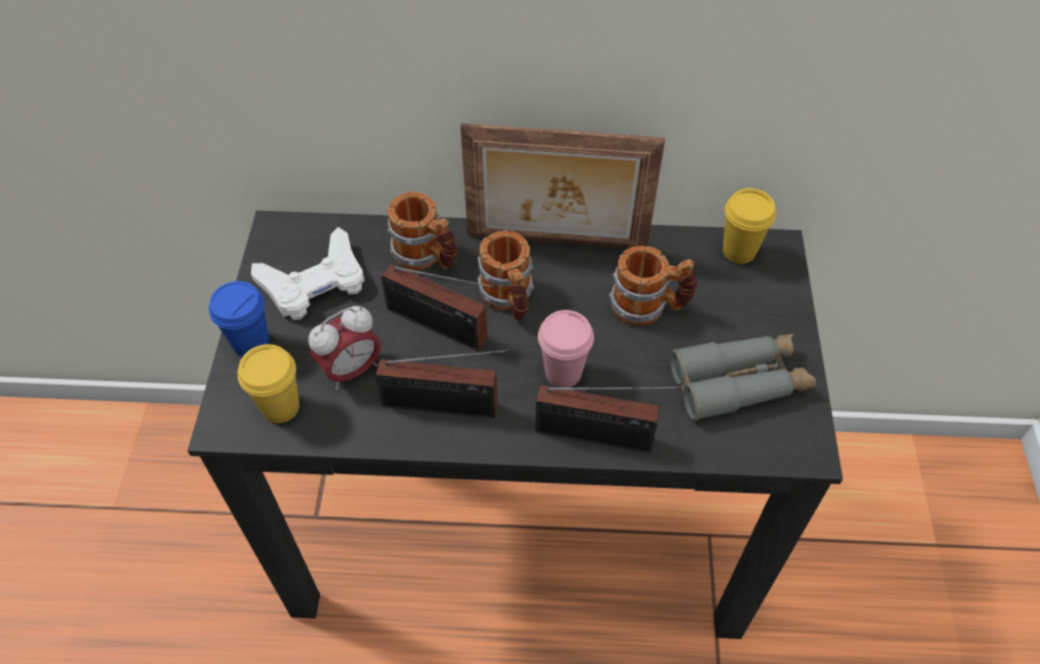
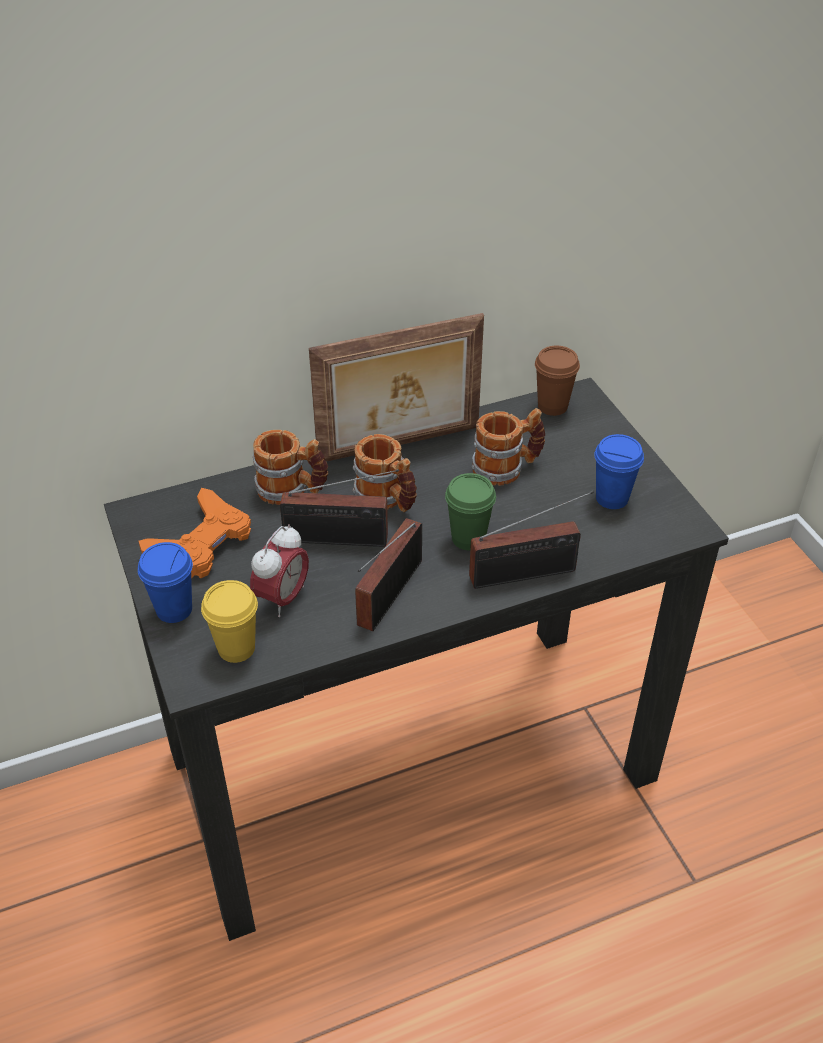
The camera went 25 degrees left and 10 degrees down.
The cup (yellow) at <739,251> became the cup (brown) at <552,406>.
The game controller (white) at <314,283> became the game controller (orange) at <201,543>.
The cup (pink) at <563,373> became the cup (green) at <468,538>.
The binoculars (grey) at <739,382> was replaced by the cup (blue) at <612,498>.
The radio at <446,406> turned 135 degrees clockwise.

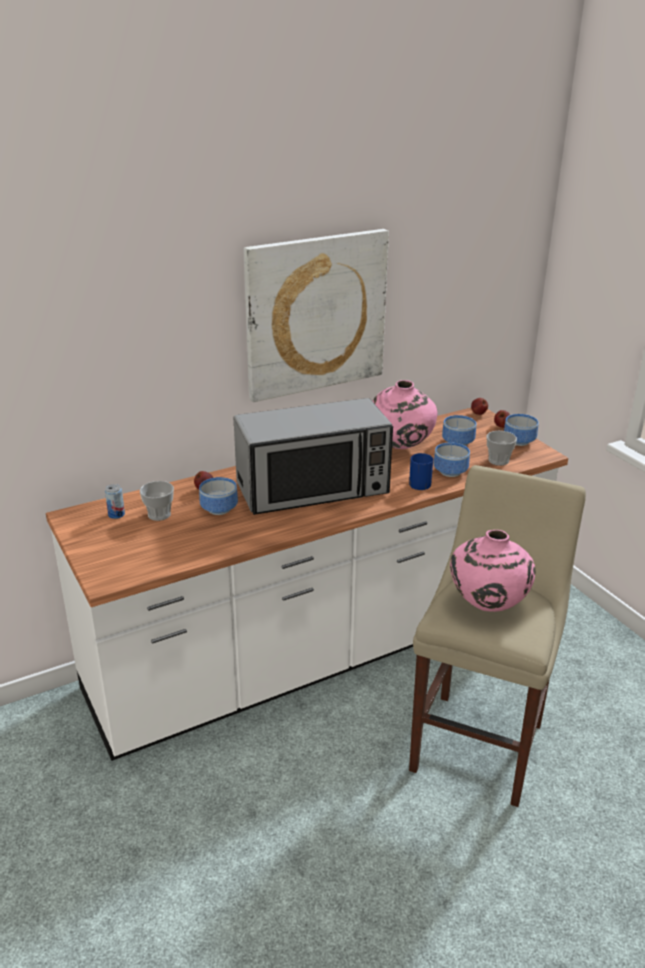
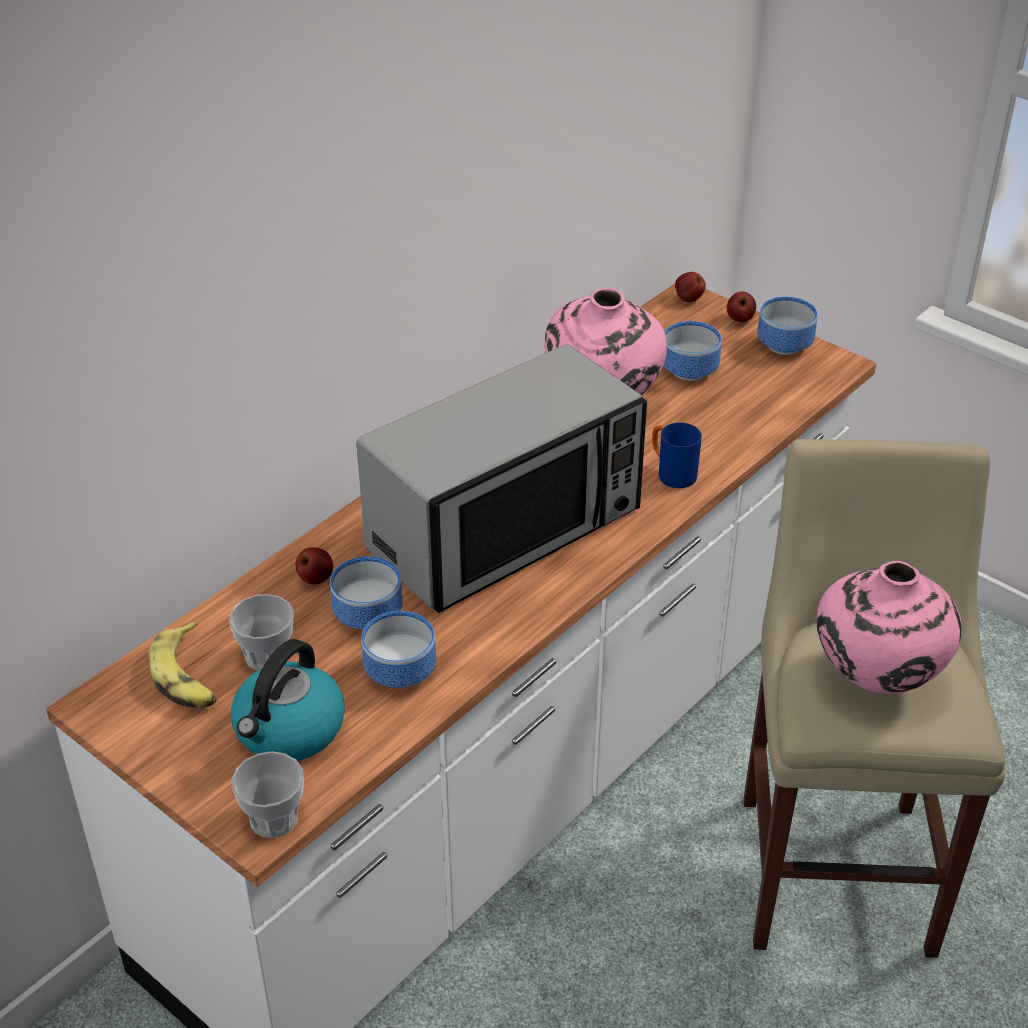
The camera went 20 degrees left and 10 degrees up.
The picture at <315,314> disappeared.
The cup moved from <498,460> to <273,819>.
The bowl moved from <448,471> to <397,672>.
The can at <116,514> was replaced by the banana at <187,677>.
The kettle at <289,730> appeared.

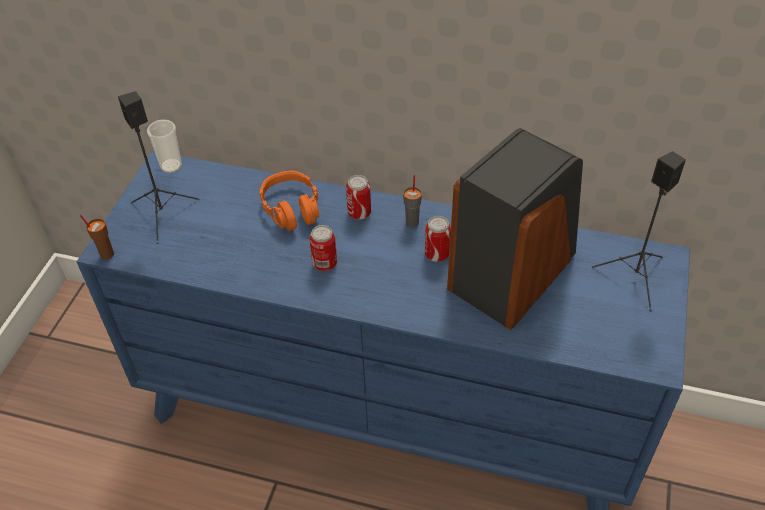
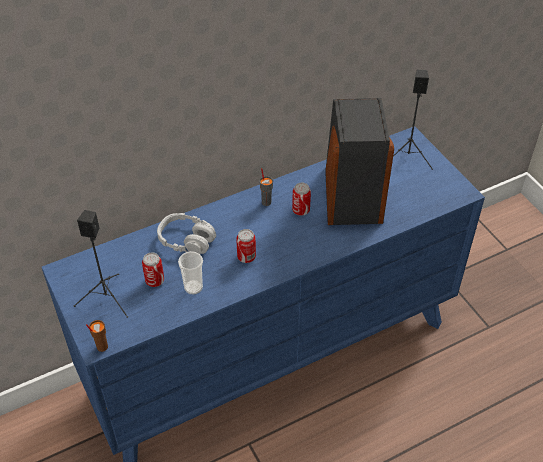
The camera went 45 degrees left and 0 degrees up.
The cup moved from <171,166> to <193,287>.
The headphones (orange) at <292,209> became the headphones (grey) at <186,240>.
The can moved from <359,213> to <155,281>.

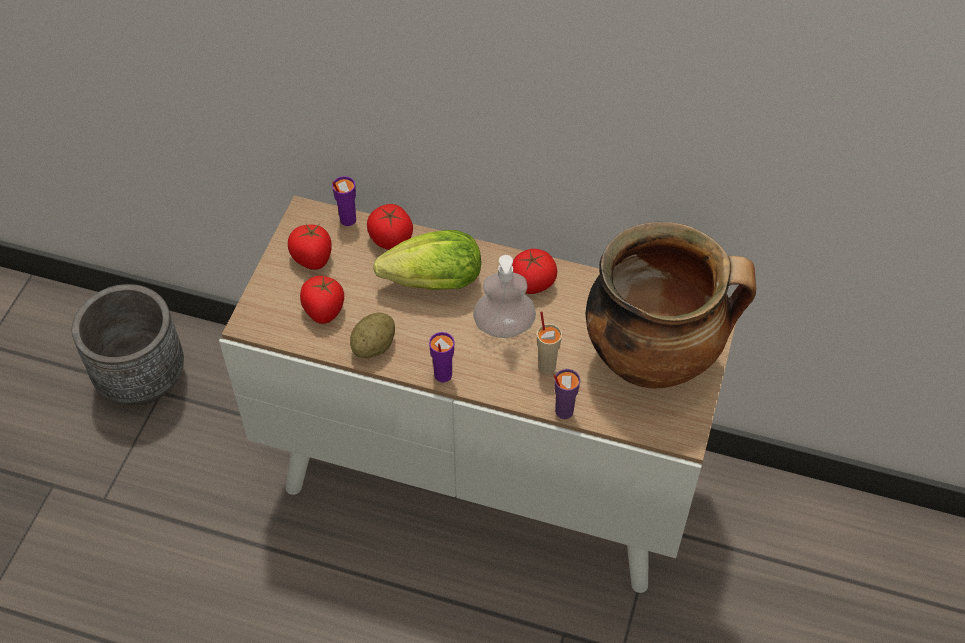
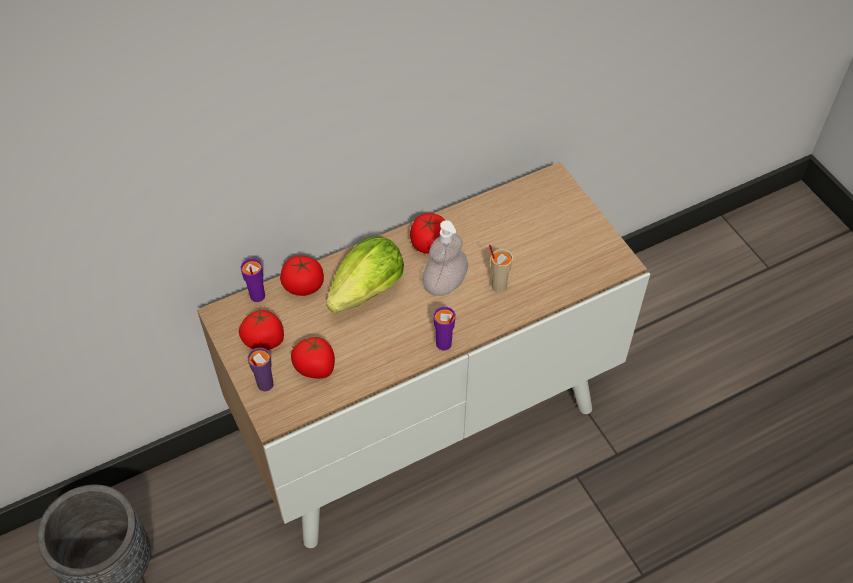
The camera went 45 degrees left and 0 degrees up.
The cooking pot at <654,358> disappeared.
The potato at <374,346> disappeared.
The cup (purple) moved from <563,411> to <264,384>.

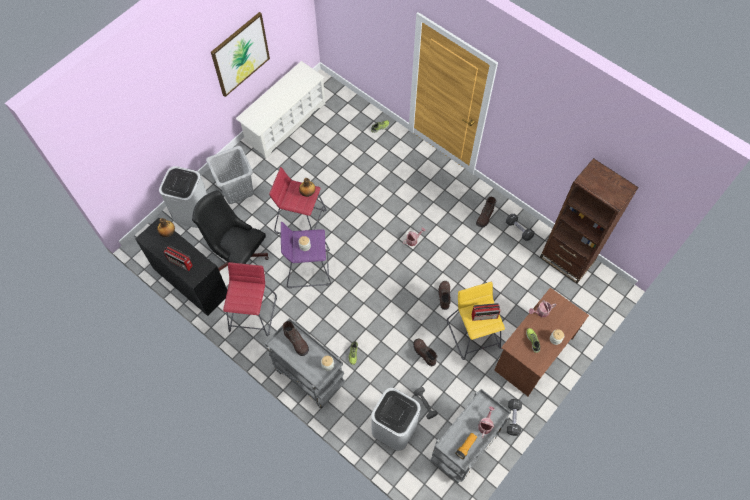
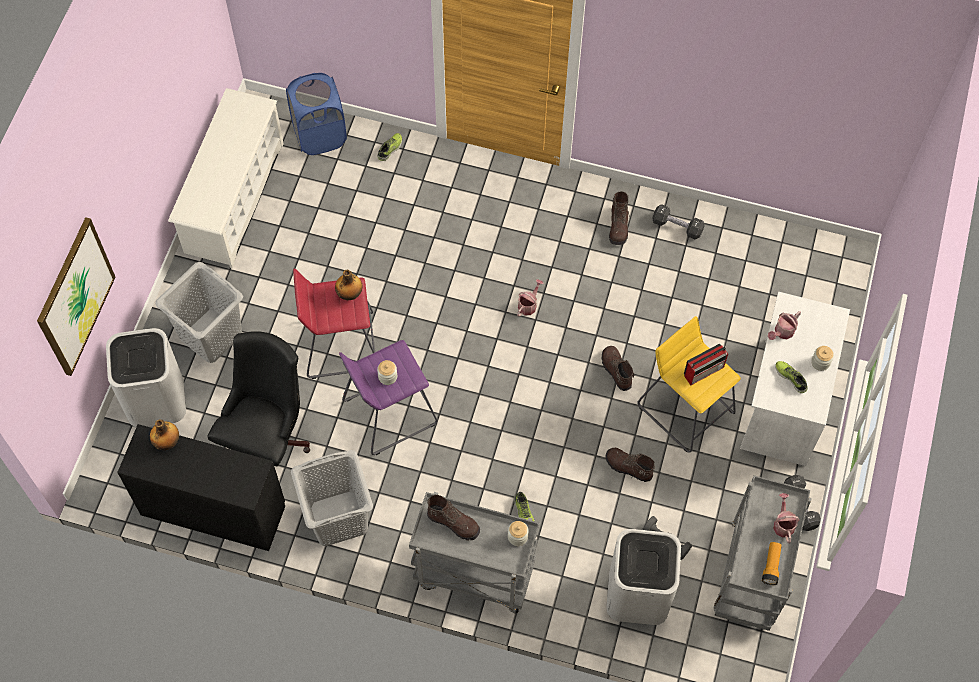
The camera went 25 degrees left and 0 degrees up.
The picture moved from <240,54> to <75,297>.
The bookcase (brown) at <566,260> disappeared.
The office chair (black) at <238,255> turned 105 degrees clockwise.
The radio at <181,263> disappeared.
The stool (red) at <253,313> was replaced by the laundry basket (grey) at <338,517>.
The desk (brown) at <532,353> became the desk (white) at <783,401>.
The laundry basket (blue) at <320,135> appeared.

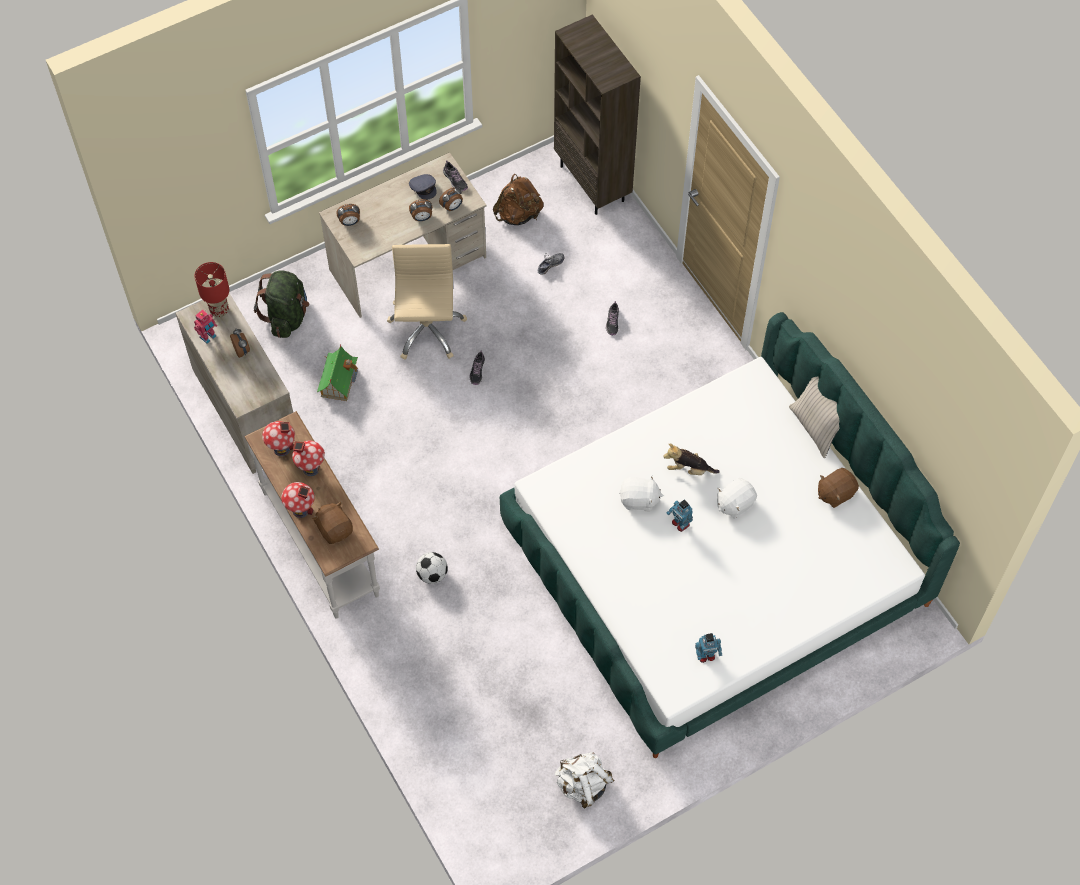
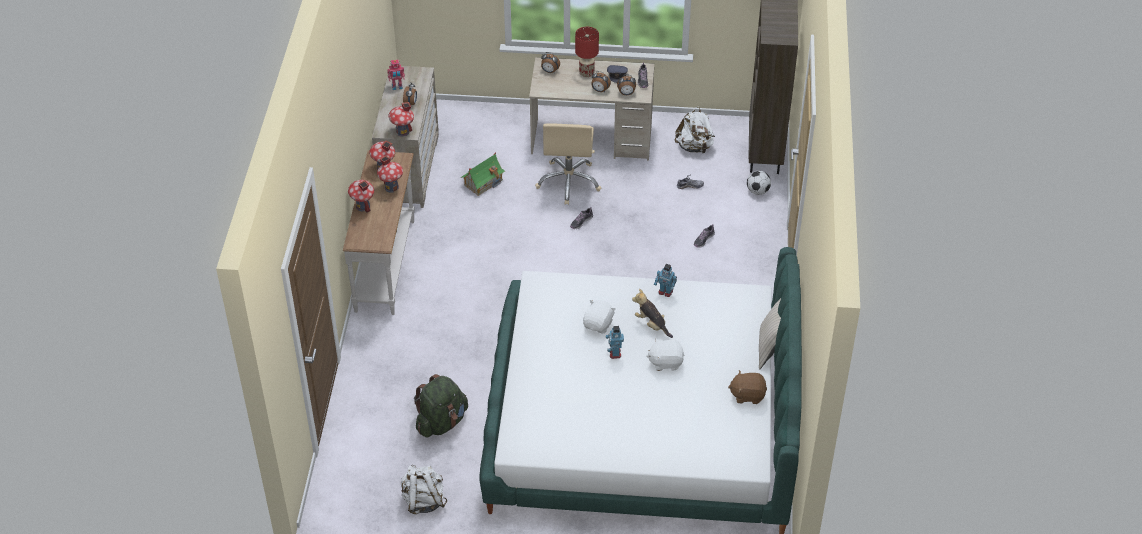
The camera went 35 degrees right and 15 degrees down.
The backpack (brown) at <518,214> became the backpack (white) at <694,147>.
The office chair (beige) at <426,330> turned 150 degrees clockwise.
The table lamp (red) moved from <219,311> to <586,73>.
The backpack (green) moved from <287,316> to <442,422>.
The plush toy (white) at <639,500> turned 105 degrees counterclockwise.
The plush toy (brown) at <335,529> disappeared.
The football moved from <432,574> to <758,191>.
The toy robot moved from <706,655> to <665,292>.
The toy house at <402,132> appeared.

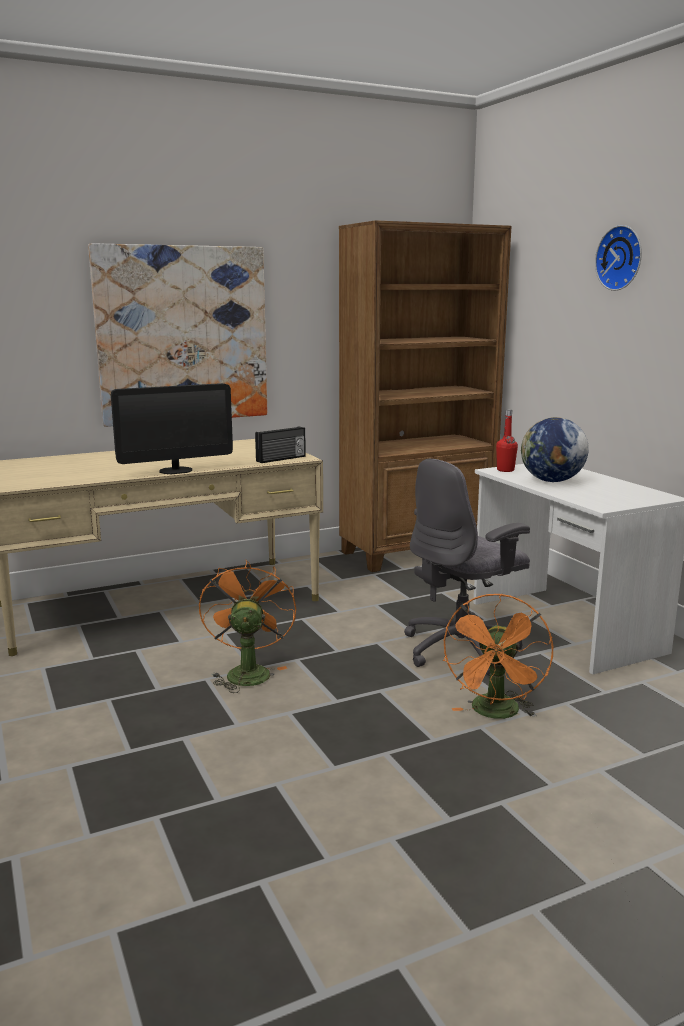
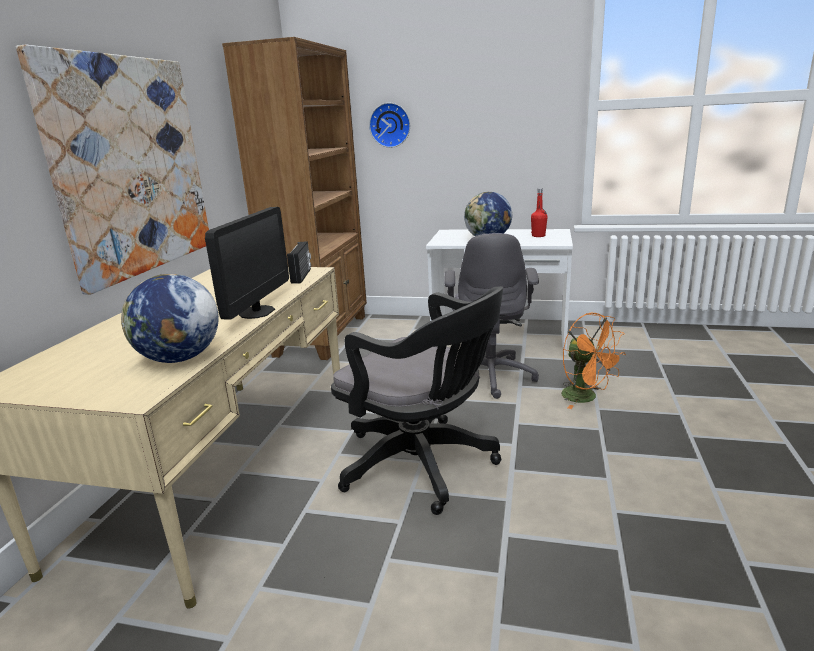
The camera went 50 degrees left and 5 degrees up.
The wall clock moved from <621,258> to <390,125>.
The bottle (red) moved from <505,470> to <538,236>.
The fan (orange) at <247,671> was replaced by the office chair (black) at <423,466>.
The globe at <179,359> appeared.

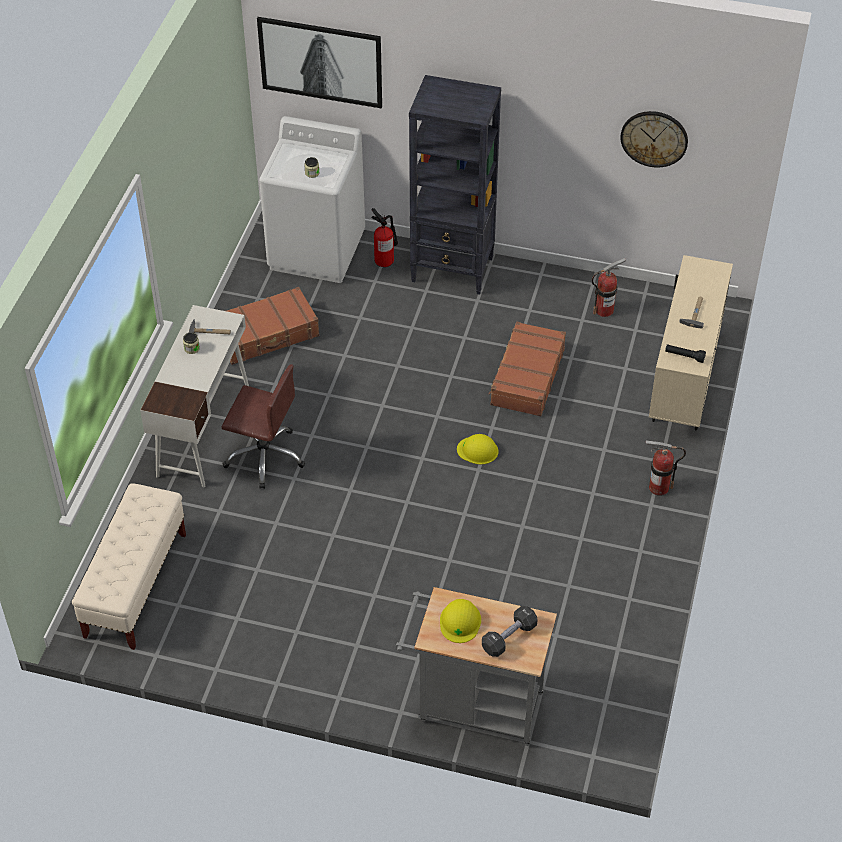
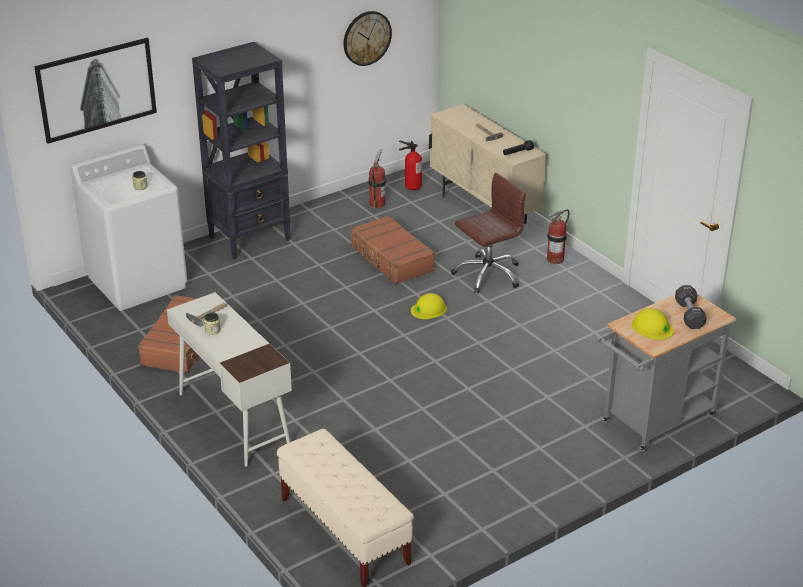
The camera went 50 degrees left and 15 degrees down.
The fire extinguisher moved from <385,260> to <412,186>.
The office chair (brown) moved from <265,456> to <487,274>.

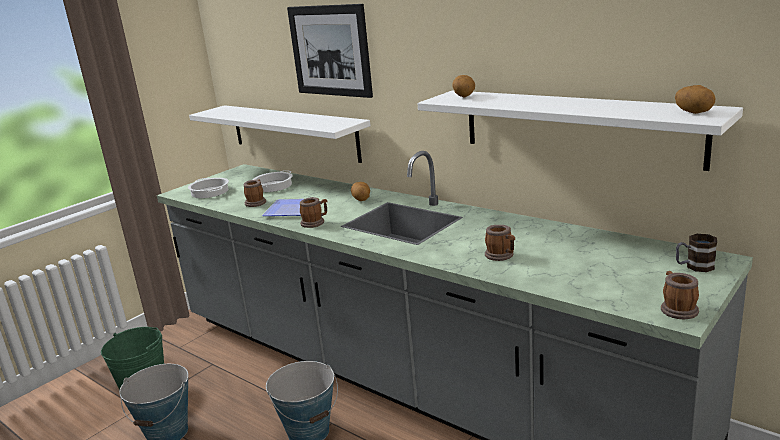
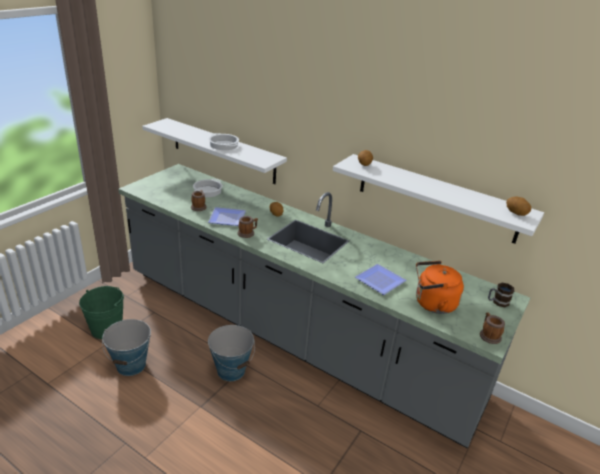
The camera went 10 degrees left and 10 degrees up.
The picture at <330,50> disappeared.
The cooking pot moved from <209,192> to <223,145>.
The mug at <501,256> was replaced by the plate at <380,279>.
The kettle (orange) at <432,304> appeared.

